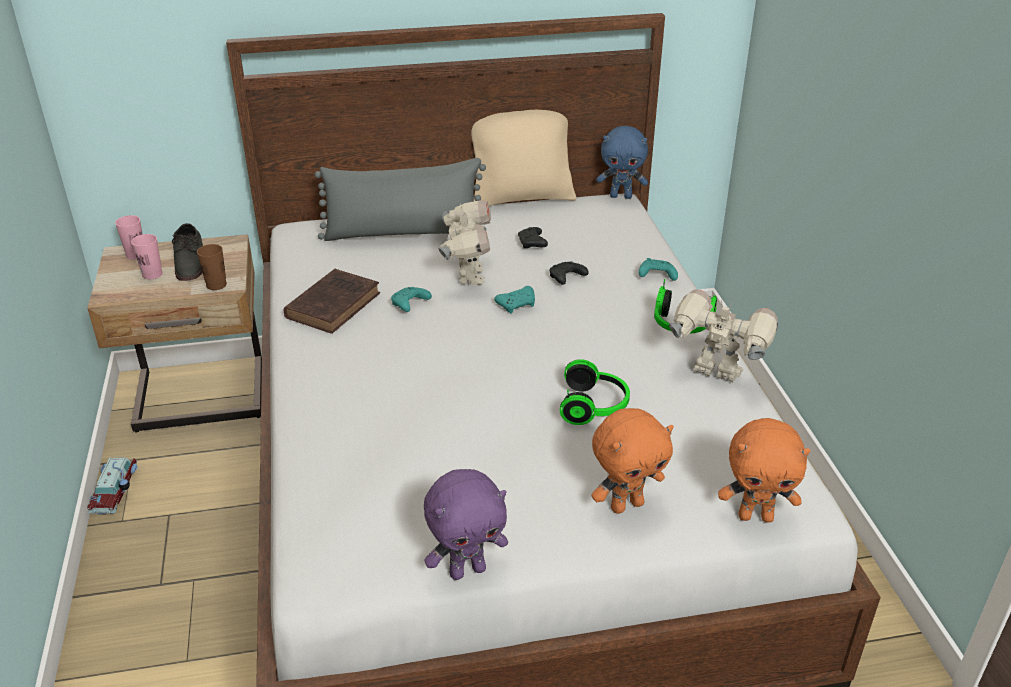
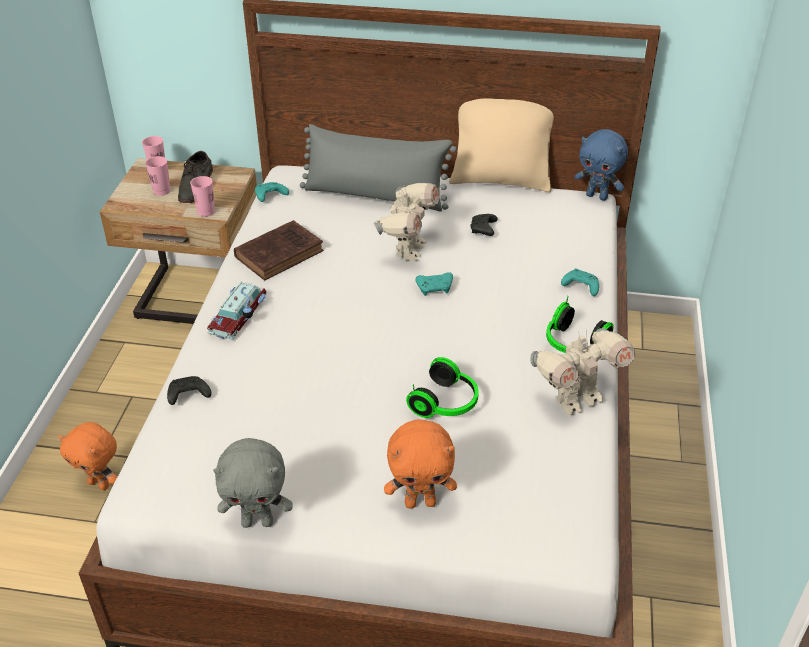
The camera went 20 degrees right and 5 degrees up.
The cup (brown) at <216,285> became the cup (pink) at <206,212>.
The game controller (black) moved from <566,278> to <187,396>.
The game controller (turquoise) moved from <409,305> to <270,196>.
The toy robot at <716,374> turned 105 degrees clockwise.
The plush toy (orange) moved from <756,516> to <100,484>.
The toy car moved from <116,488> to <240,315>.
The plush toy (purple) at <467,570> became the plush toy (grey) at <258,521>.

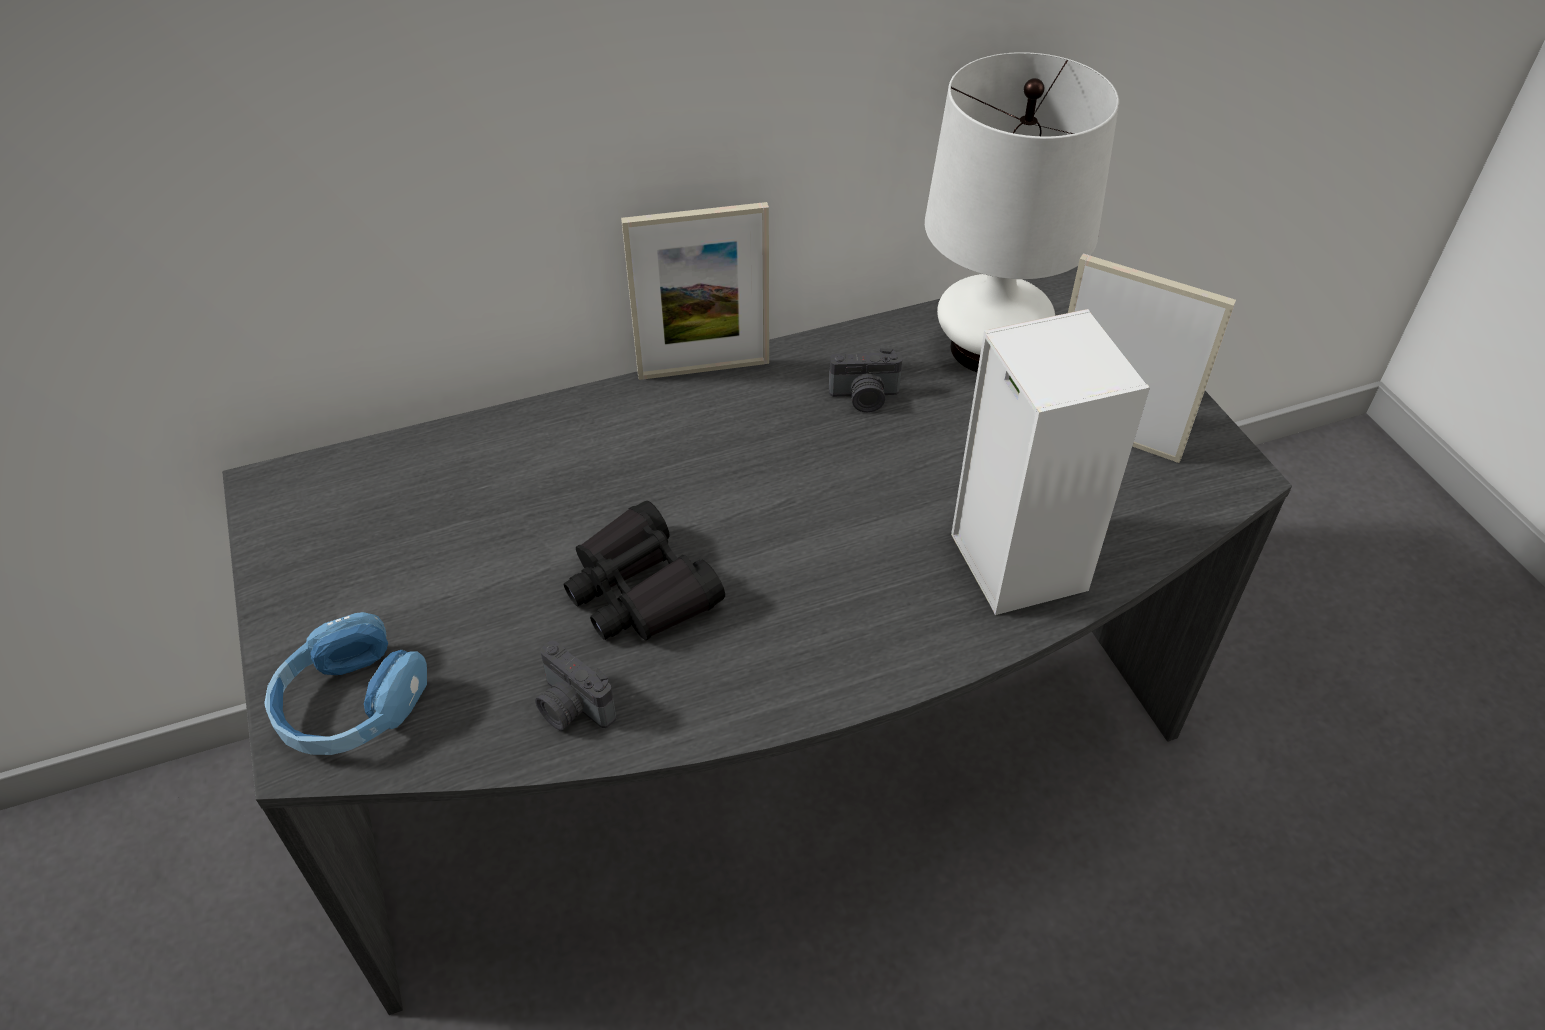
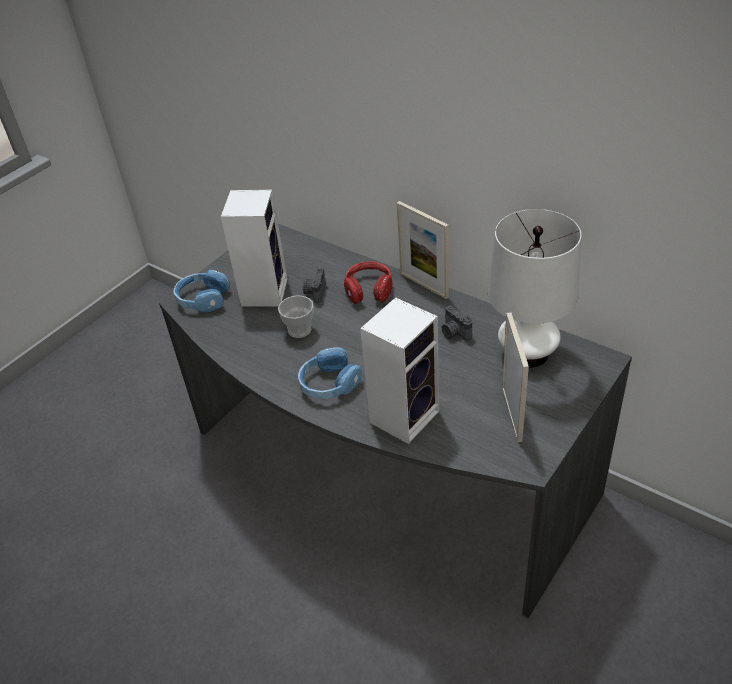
The camera went 60 degrees right and 5 degrees down.
The binoculars (black) at <640,590> was replaced by the cup at <299,330>.
The photo camera moved from <571,708> to <315,292>.
The speaker at <264,291> appeared.
The headphones (red) at <368,290> appeared.
The headphones (blue) at <329,384> appeared.

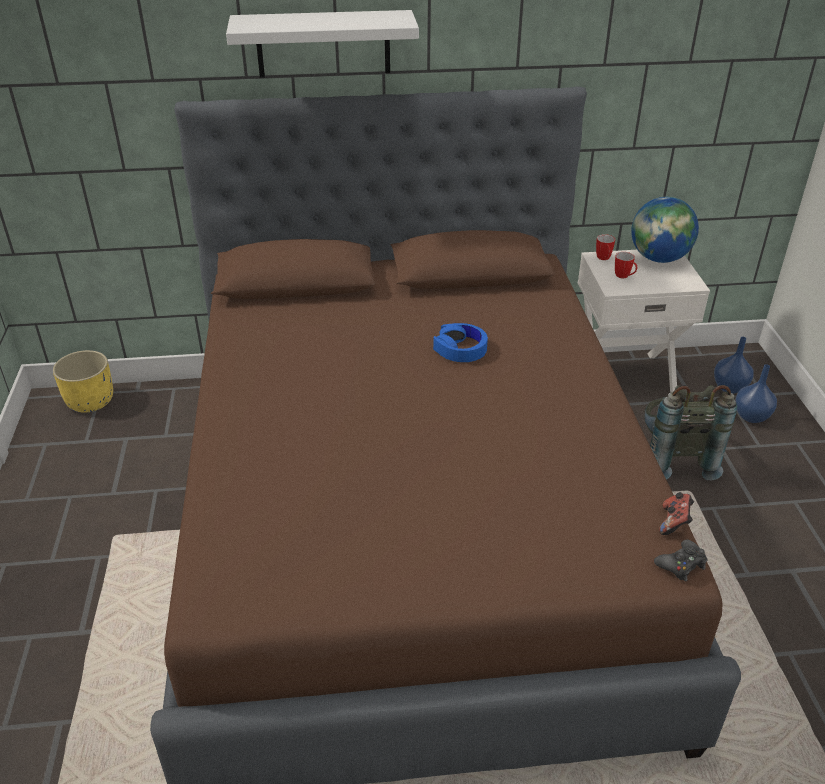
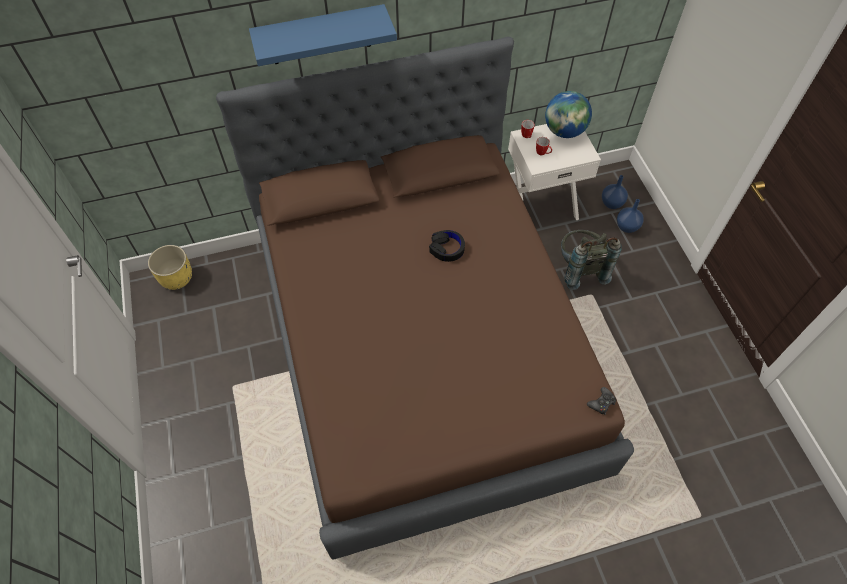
The camera went 10 degrees left and 20 degrees up.
The shelf (white) at <323,44> became the shelf (blue) at <320,35>.
The headphones (blue) at <460,349> became the headphones (black) at <447,248>.
The game controller at <674,523> disappeared.

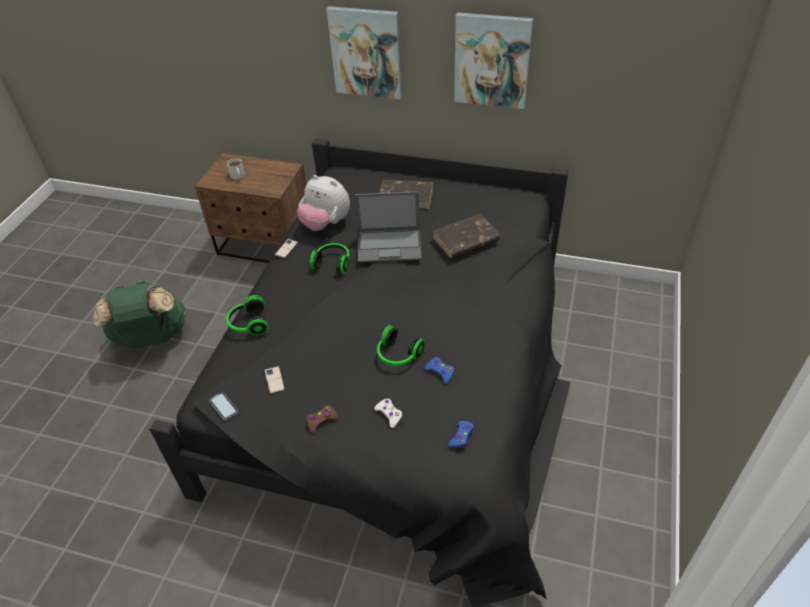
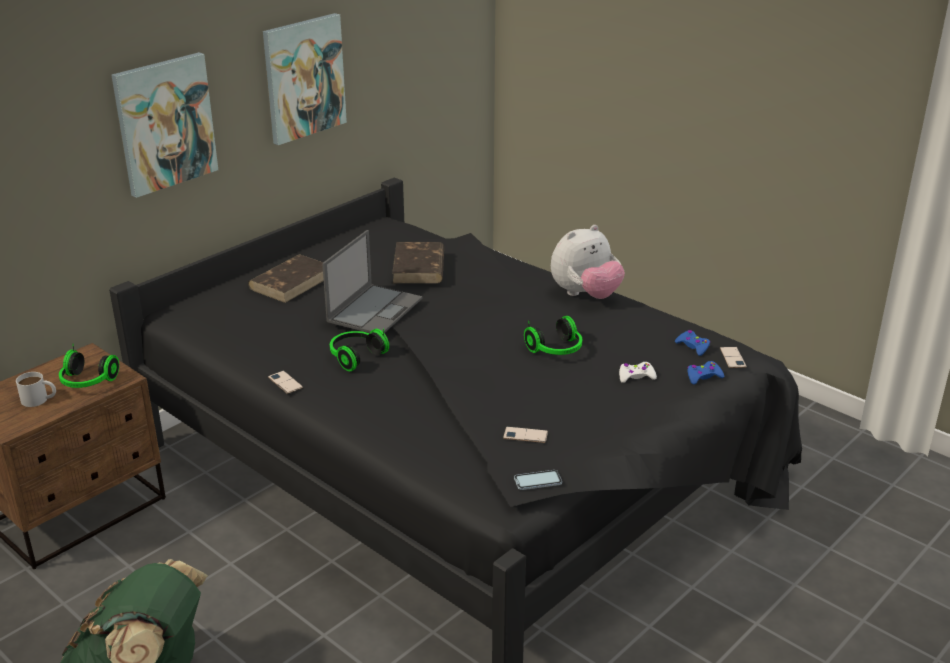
The camera went 65 degrees left and 15 degrees down.
The plush toy moved from <326,223> to <585,295>.
The headphones moved from <248,323> to <87,382>.
The game controller (blue) moved from <440,372> to <703,377>.
The game controller (brown) at <322,420> disappeared.
The phone at <733,358> appeared.

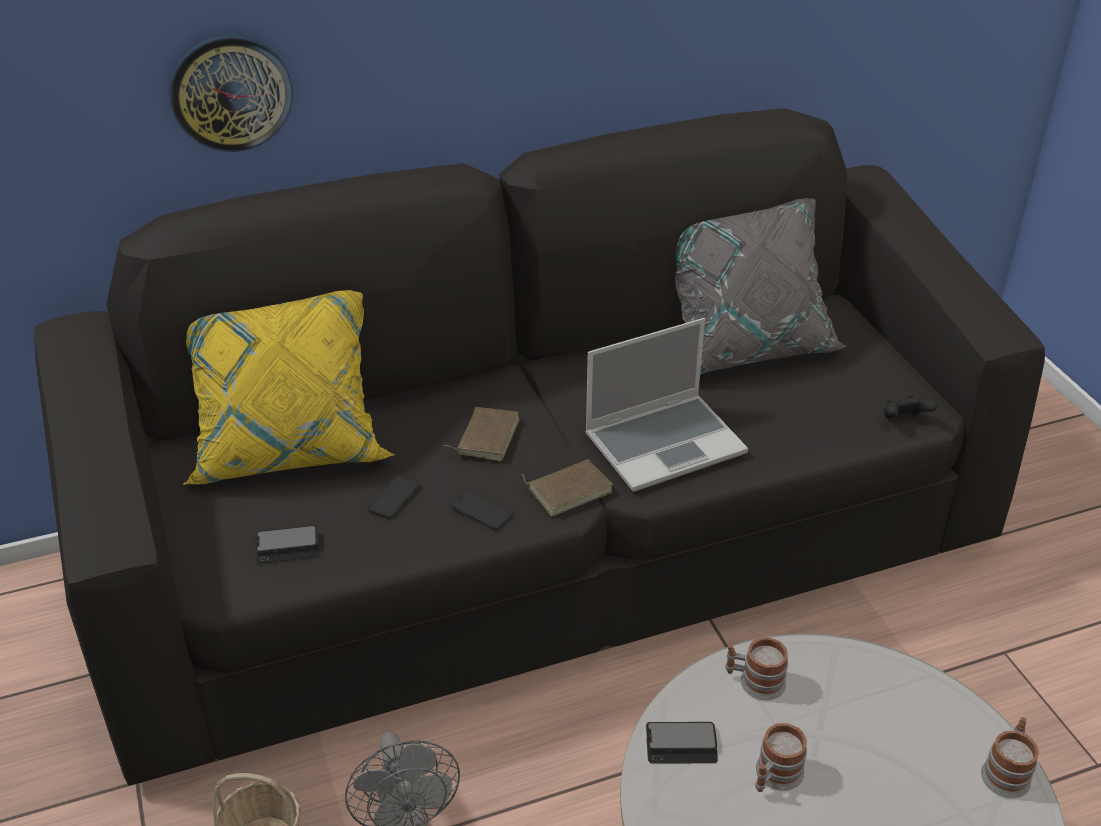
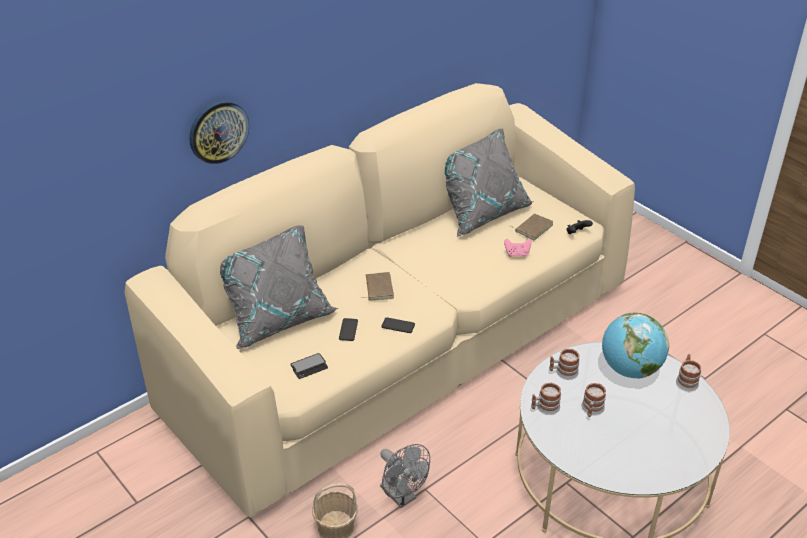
The camera went 20 degrees left and 0 degrees up.
The sofa (black) at <552,549> became the sofa (beige) at <403,345>.
The pillow (yellow) at <290,445> became the pillow (grey) at <275,317>.
The laptop at <665,443> disappeared.
The book (brown) moved from <568,489> to <533,228>.
The phone at <681,744> was replaced by the mug at <544,407>.
The game controller (pink) at <517,254> appeared.
The globe at <630,369> appeared.

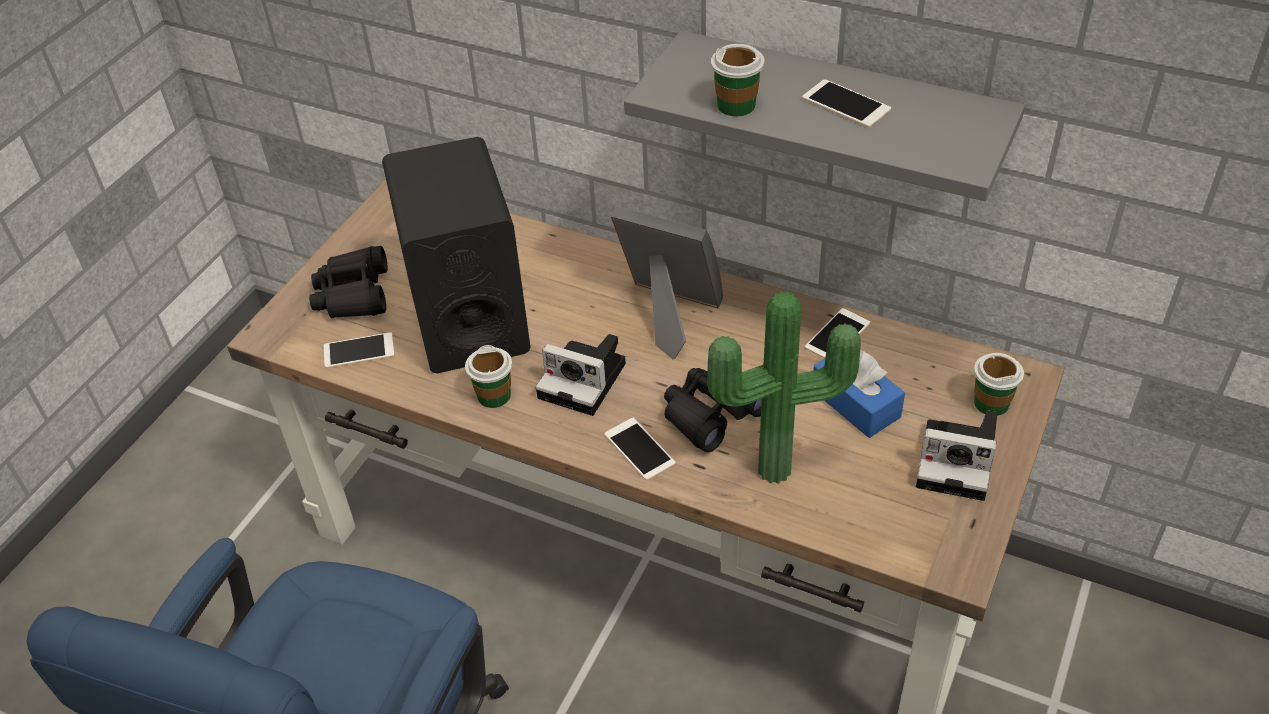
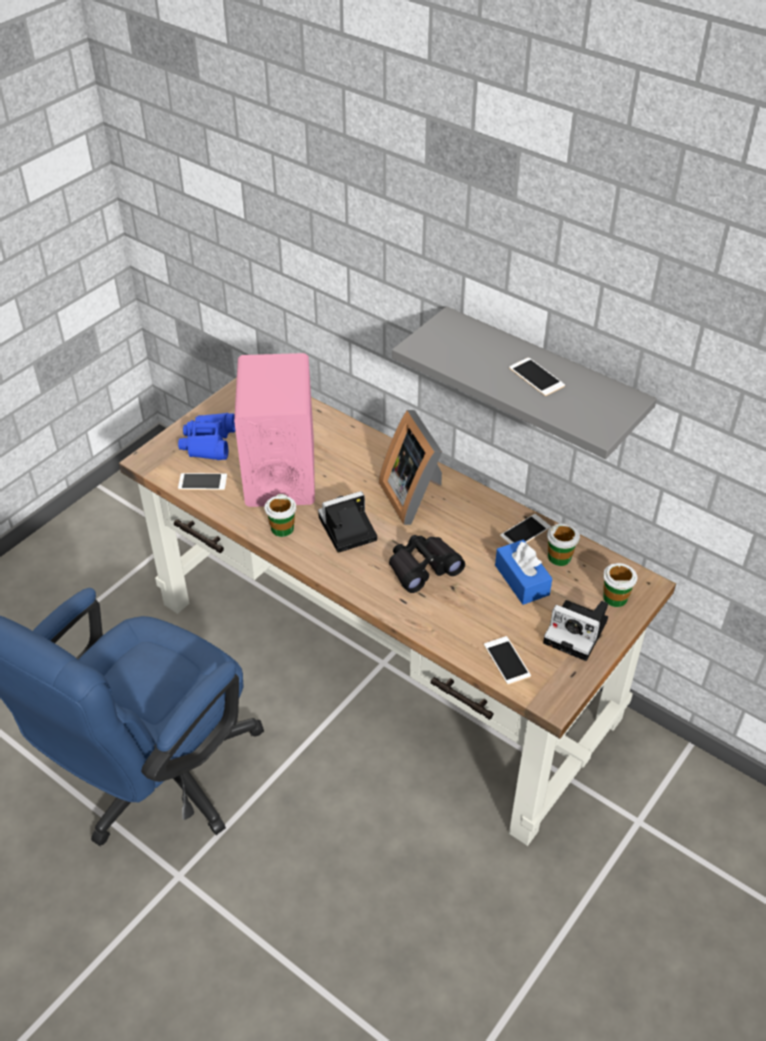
The camera went 10 degrees right and 0 degrees up.
The cup moved from <736,105> to <559,557>.
The speaker (black) at <468,317> became the speaker (pink) at <280,473>.
The picture frame at <669,314> turned 150 degrees counterclockwise.
The binoculars (black) at <353,294> became the binoculars (blue) at <209,443>.
The potted plant at <777,475> disappeared.
The photo camera at <586,380> turned 120 degrees clockwise.
The phone moved from <639,449> to <507,660>.

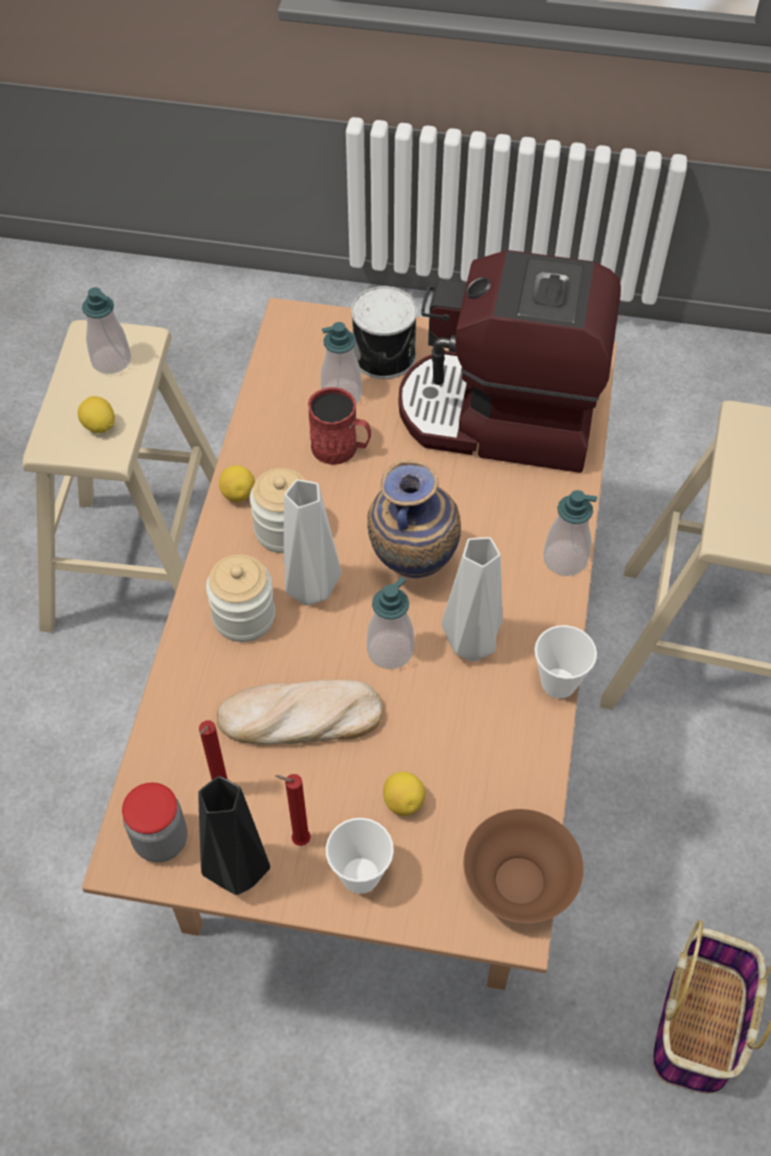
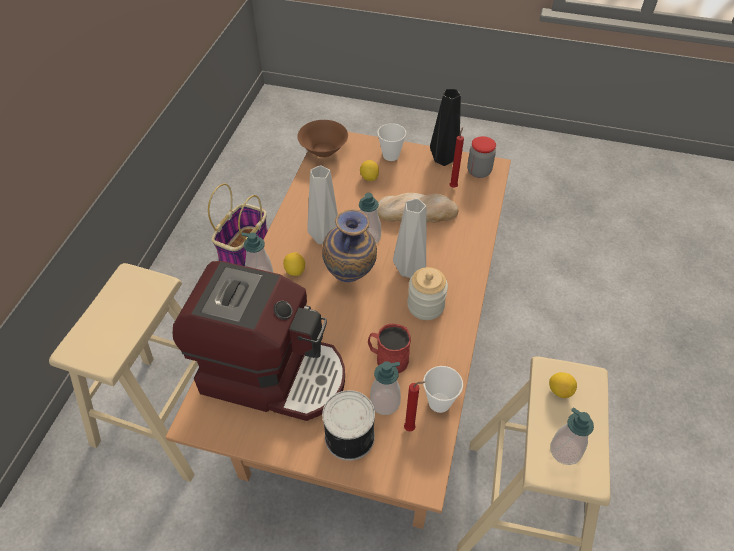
The camera went 175 degrees left and 5 degrees down.
The lemon moved from <238,494> to <295,271>.
The jar at <244,616> disappeared.
The cup moved from <558,683> to <439,402>.
The candle (red) moved from <298,840> to <411,428>.

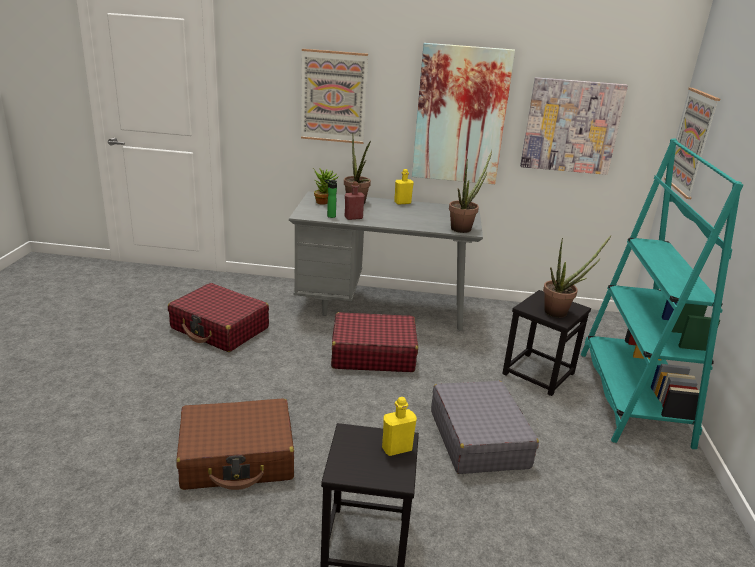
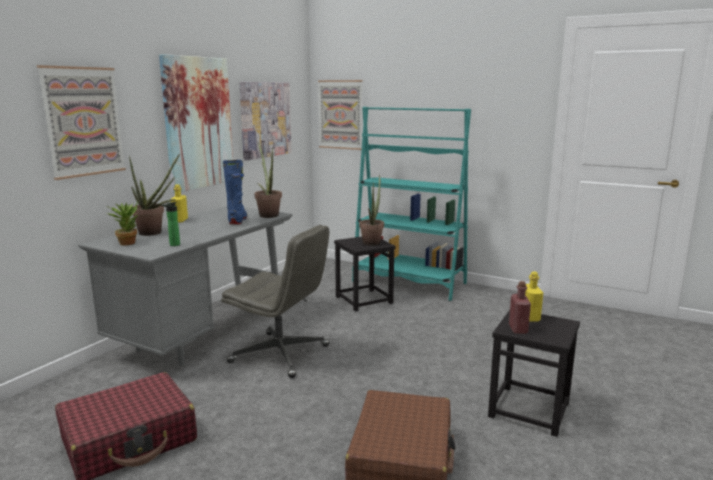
The camera went 65 degrees left and 10 degrees down.
The bottle (red) moved from <353,217> to <518,329>.
The suitcase (red) at <373,354> was replaced by the office chair (grey) at <281,354>.
The suitcase (grey) at <478,438> disappeared.
The boot (blue) at <237,220> appeared.

